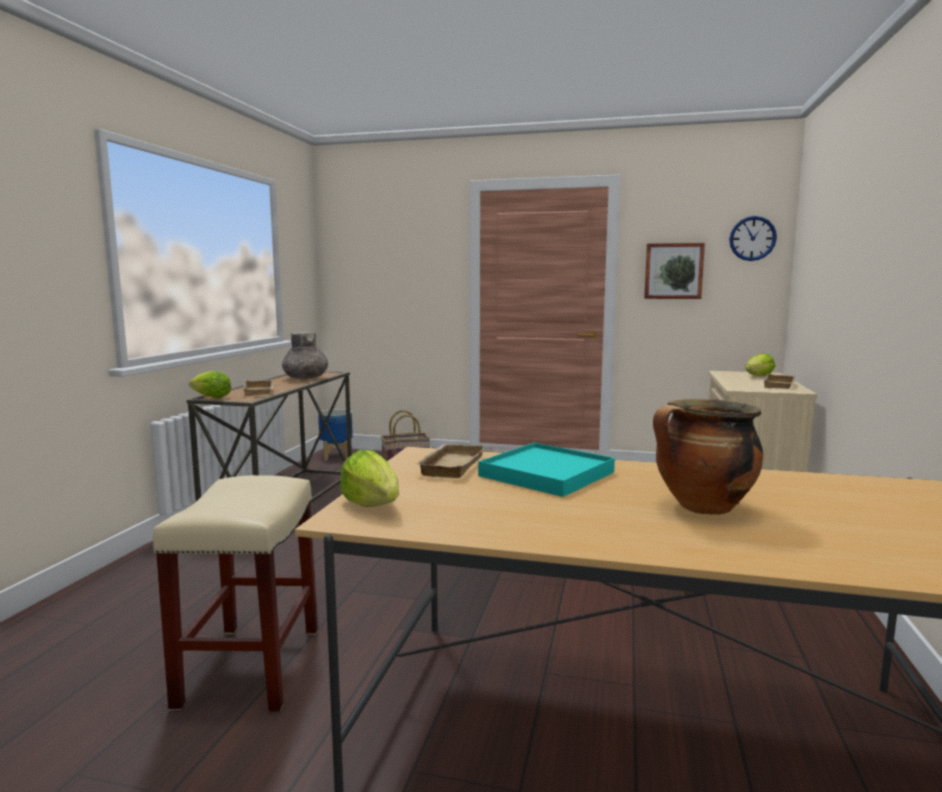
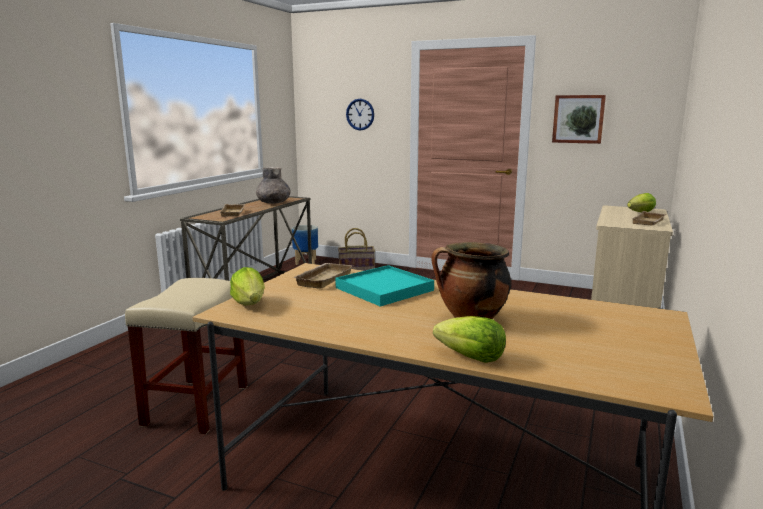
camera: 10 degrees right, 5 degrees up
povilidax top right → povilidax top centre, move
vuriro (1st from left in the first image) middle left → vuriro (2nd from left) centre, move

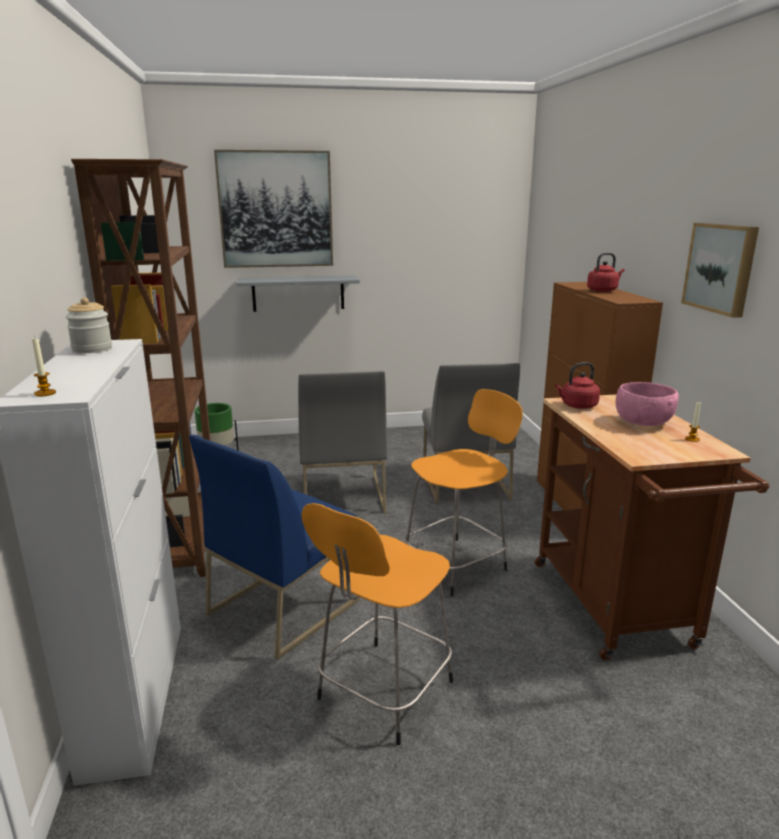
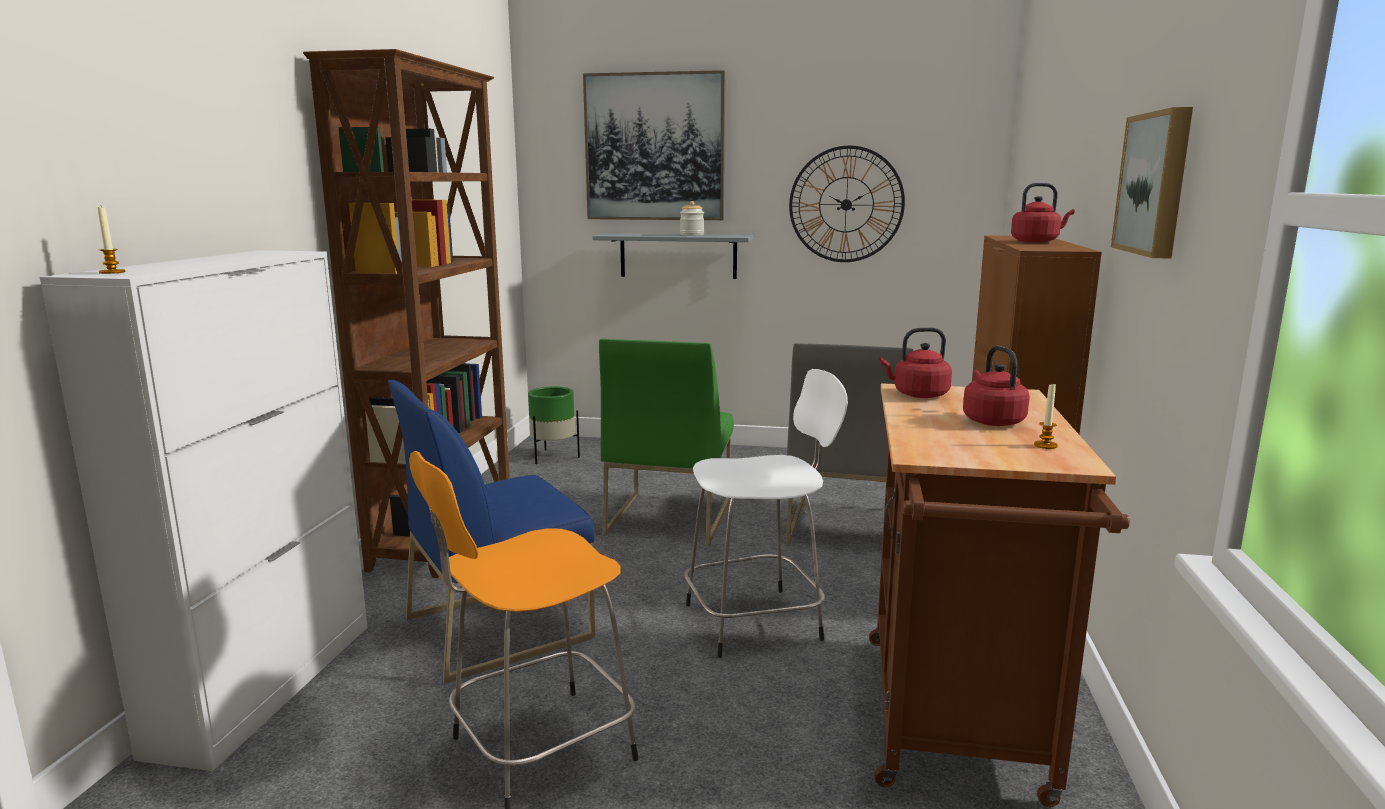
camera: 20 degrees right, 5 degrees down
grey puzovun (1st from left) centre → green puzovun centre
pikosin middle left → pikosin top centre, move
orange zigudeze (2nd from left) centre → white zigudeze centre
- → povilidax top centre
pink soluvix middle right → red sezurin (2nd from left) middle right

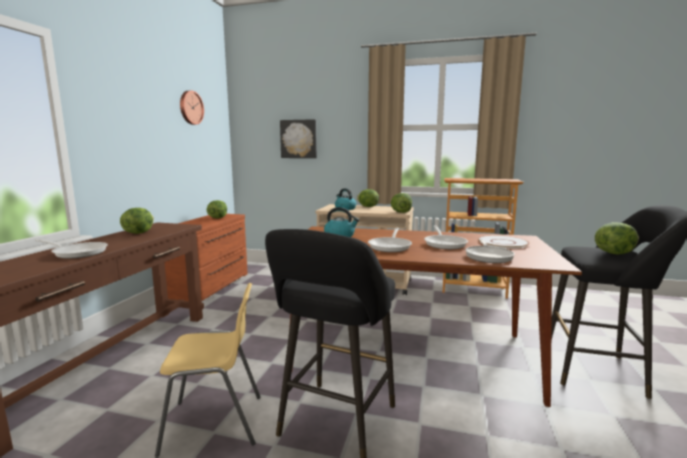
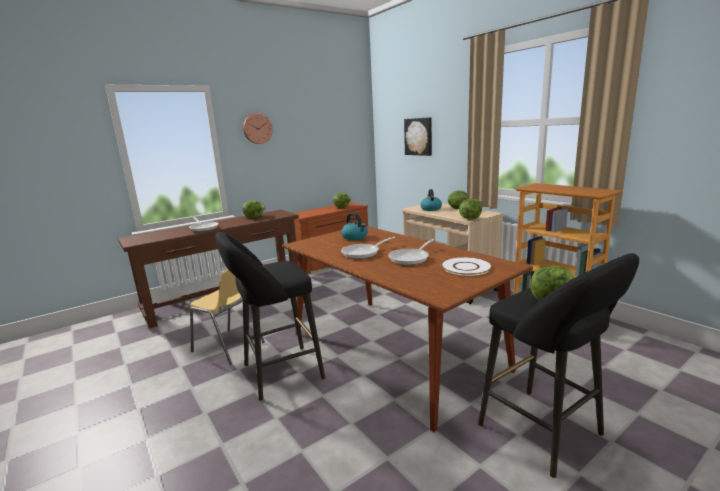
camera: 40 degrees right, 5 degrees up
povilidax top left → povilidax top centre, move
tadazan (4th from left) middle right → -

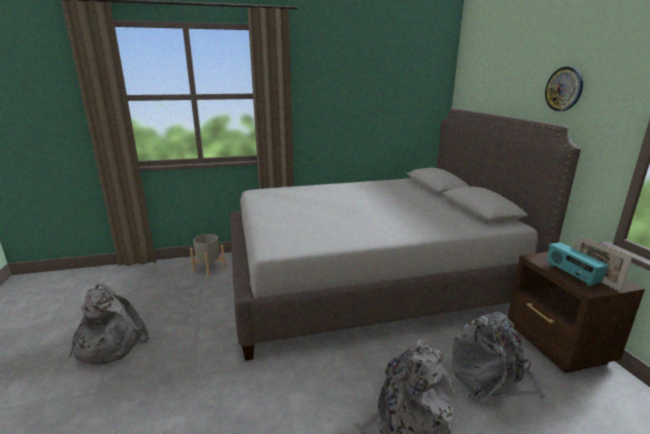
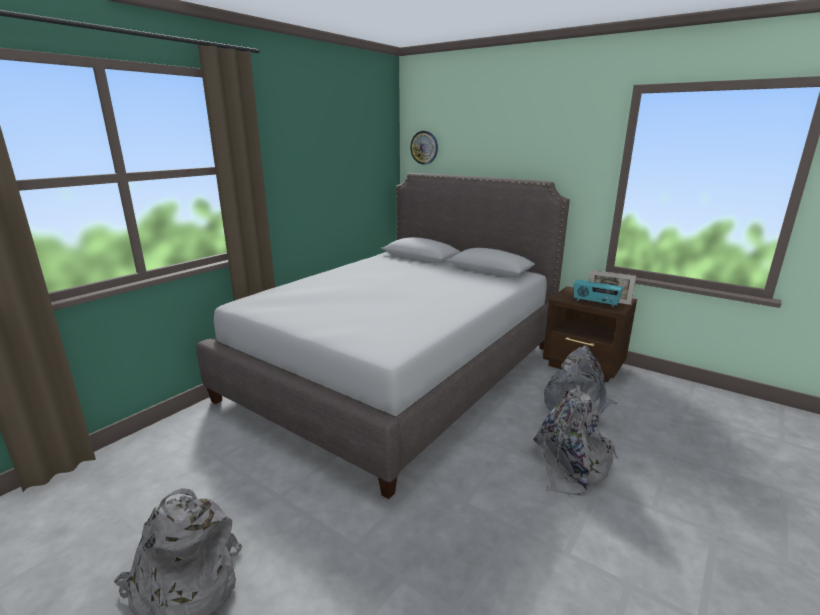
camera: 40 degrees left, 0 degrees up
povilidax top right → povilidax top centre, move
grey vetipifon middle left → -

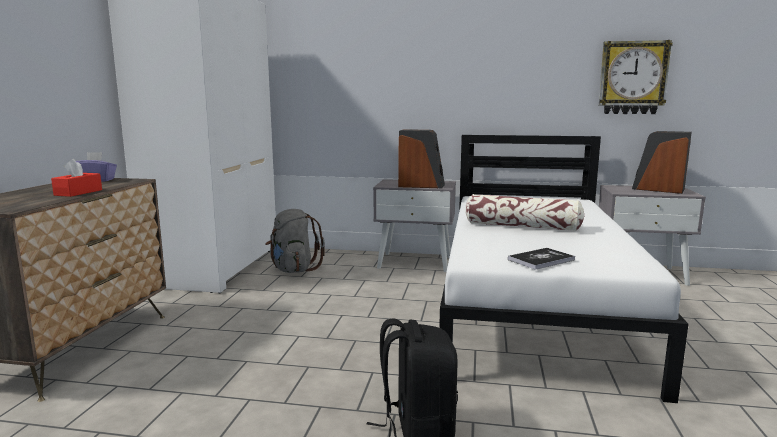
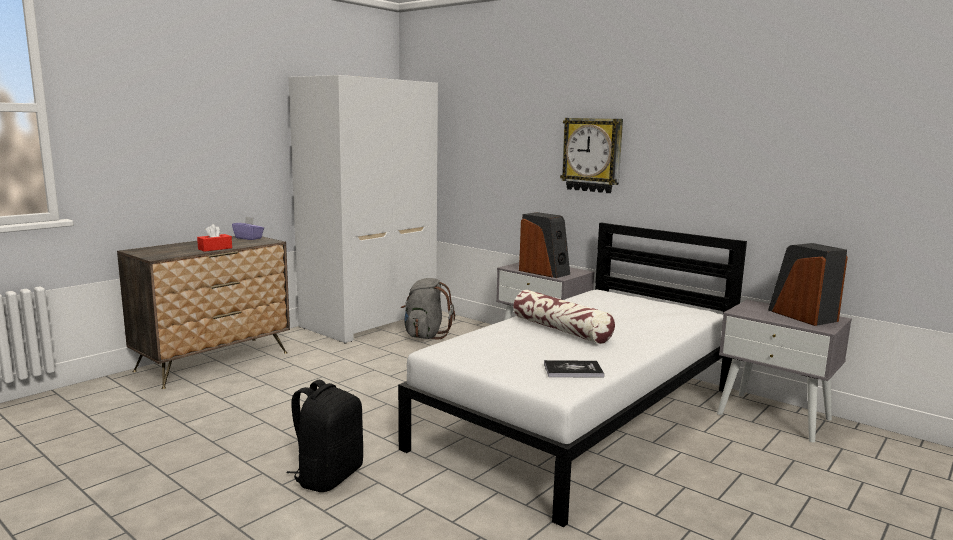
camera: 30 degrees right, 0 degrees up
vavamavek middle right → vavamavek bottom centre, move
povilidax top right → povilidax top centre, move

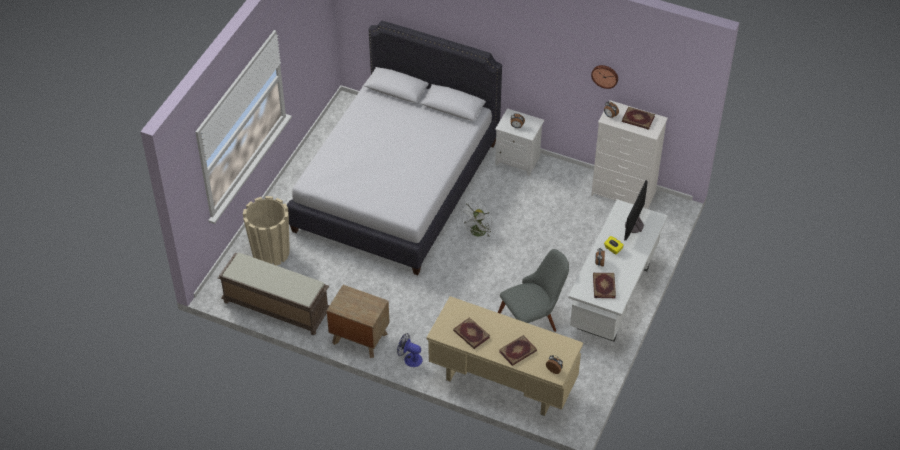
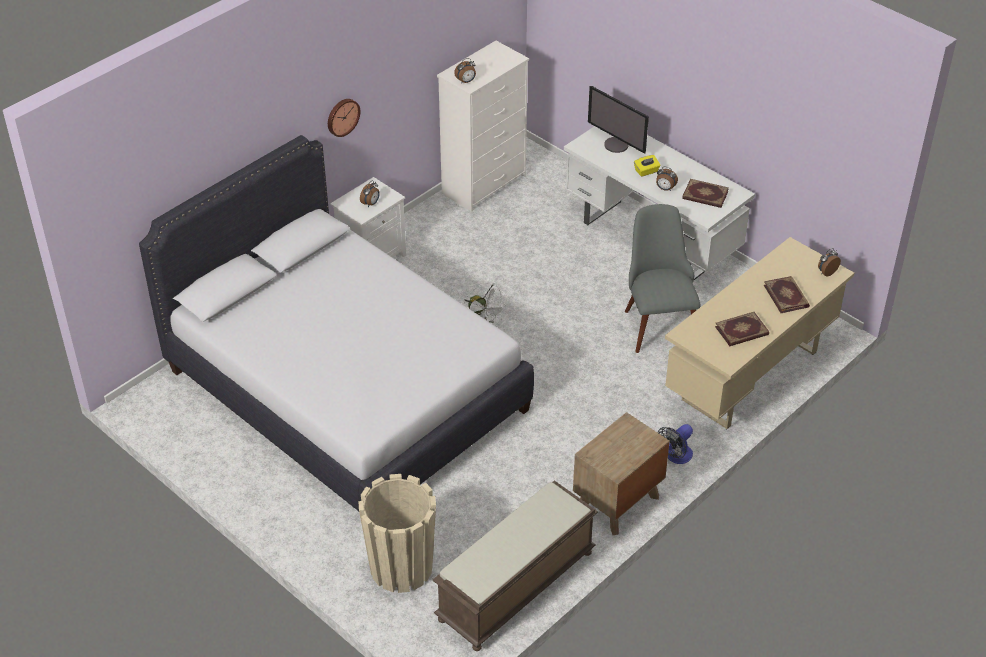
camera: 70 degrees left, 5 degrees down
povilidax top right → povilidax top centre, move
vavamavek (4th from left) top right → -

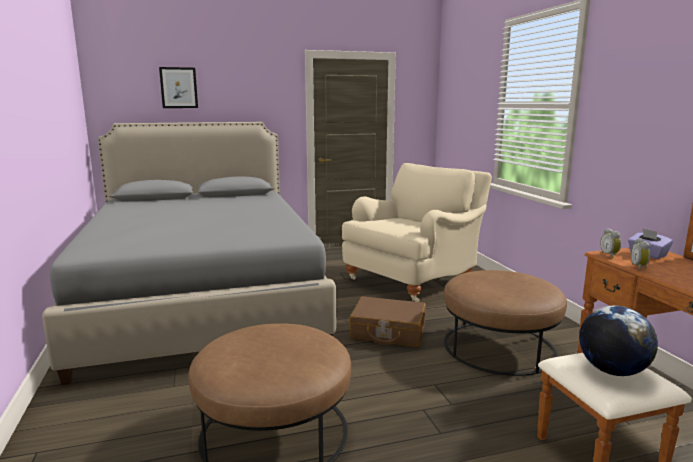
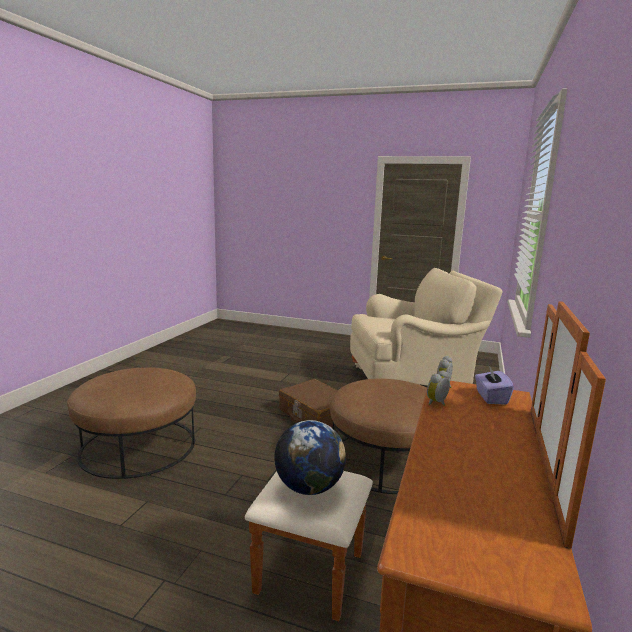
camera: 35 degrees right, 0 degrees up
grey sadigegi middle left → -
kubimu top left → -

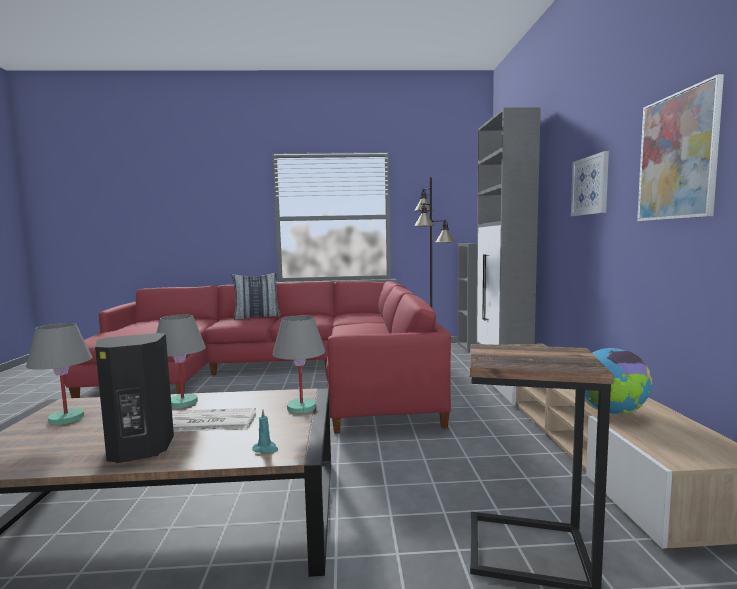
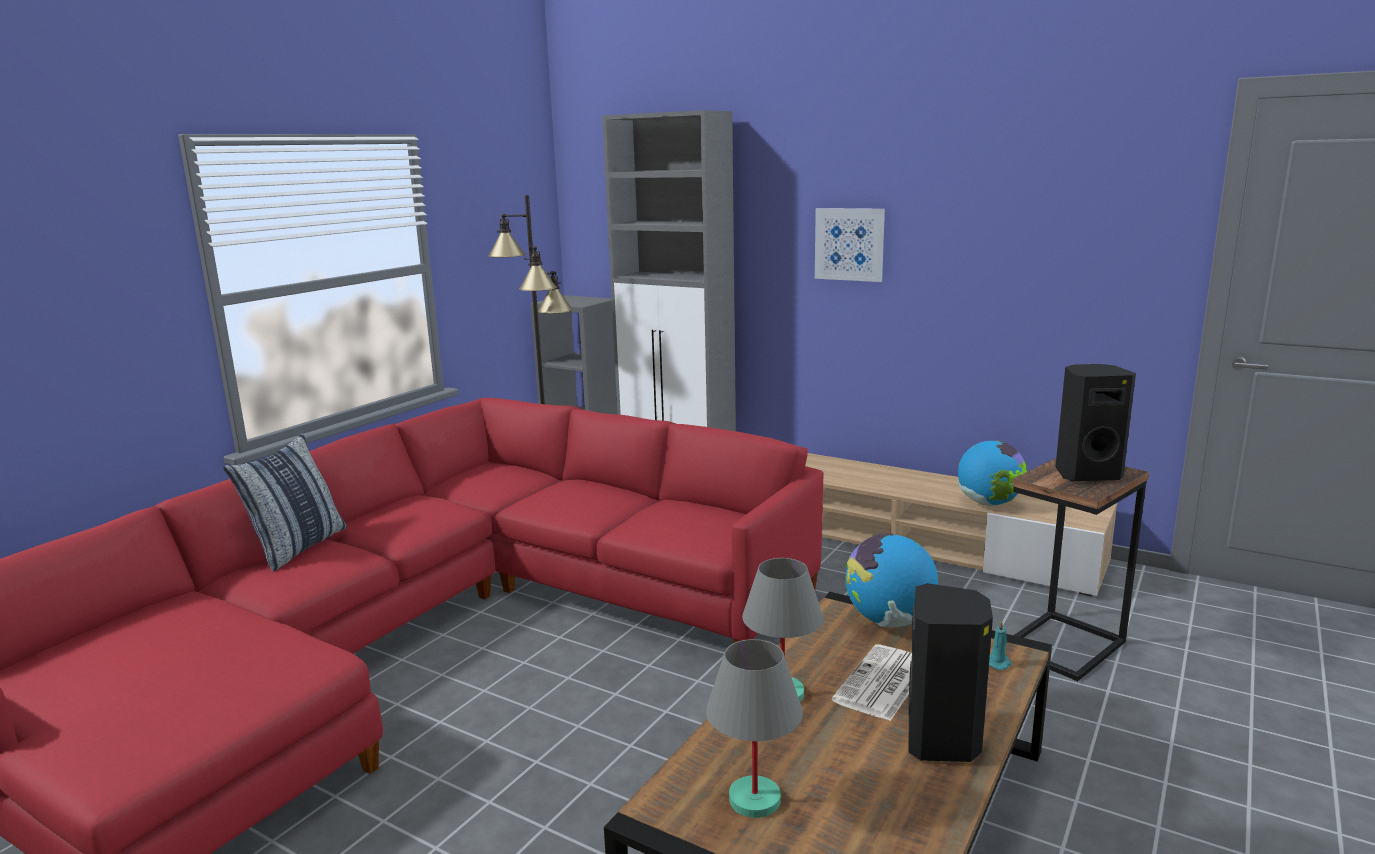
camera: 55 degrees left, 10 degrees up
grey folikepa (3rd from left) centre → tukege (1st from left) bottom centre
- → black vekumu (2nd from left) middle right
kubimu (2nd from left) top right → -

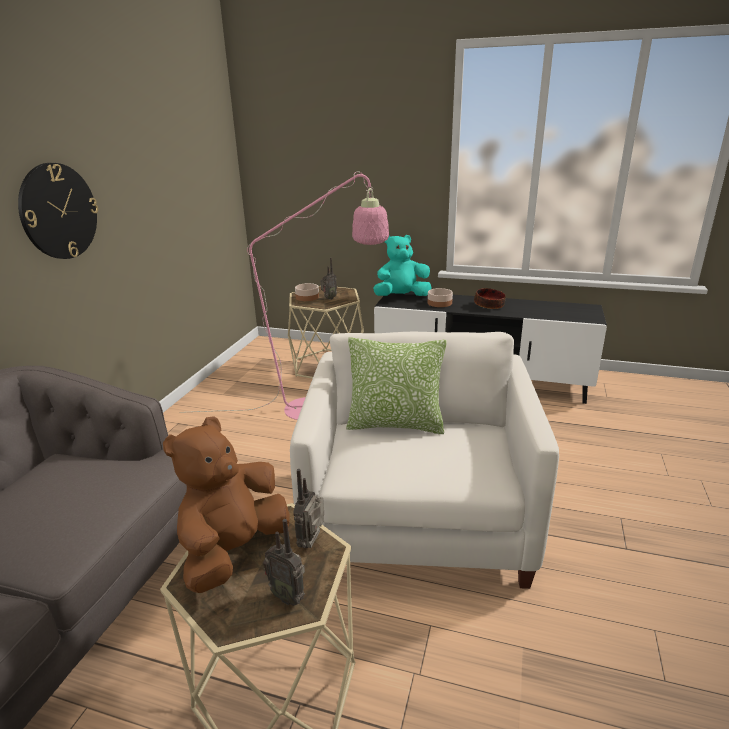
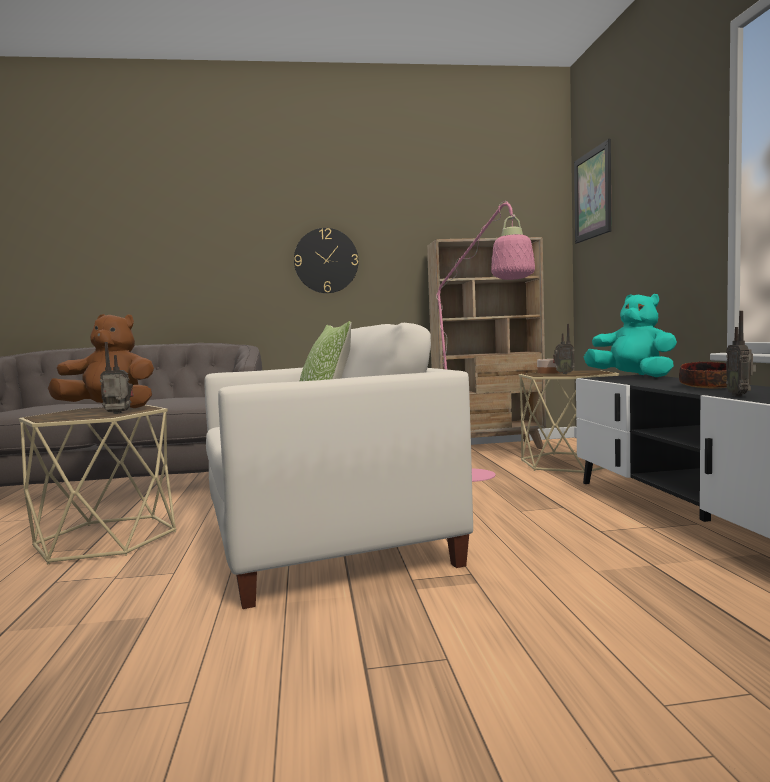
camera: 65 degrees right, 20 degrees down
- → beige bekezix centre
- → kubimu top right
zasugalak (1st from left in the first image) bottom centre → zasugalak (3rd from left) middle right, move
soluvix (2nd from left) centre → -

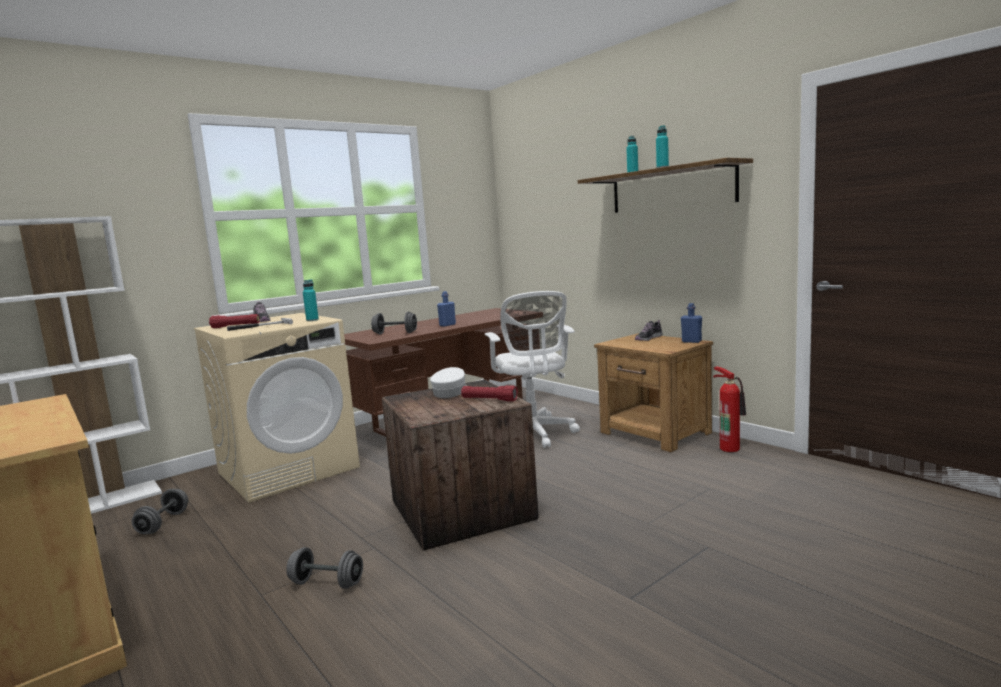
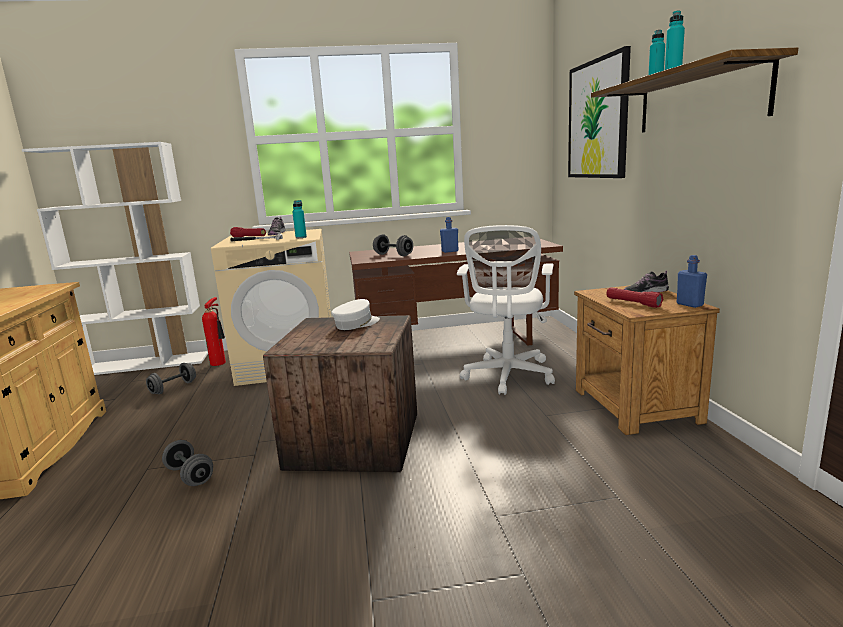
camera: 30 degrees right, 5 degrees up
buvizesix middle right → buvizesix middle left, move
- → kubimu top right
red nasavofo (2nd from left) centre → red nasavofo (2nd from left) middle right, move

